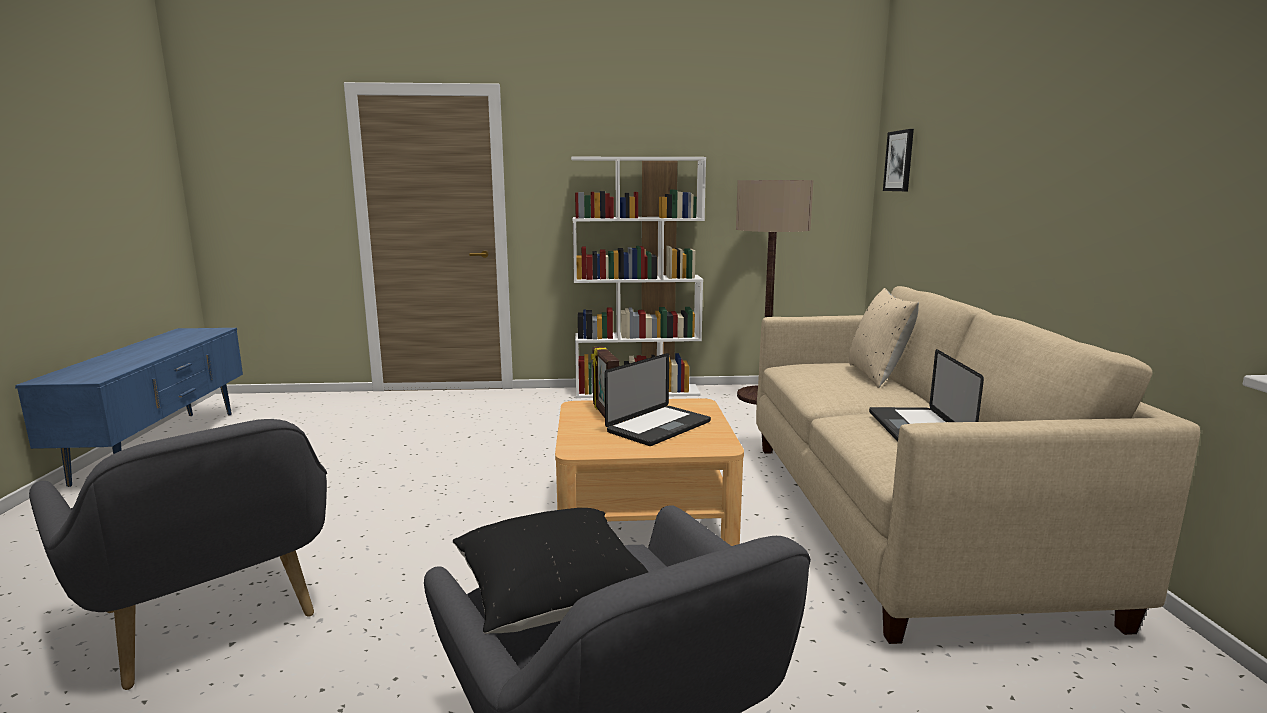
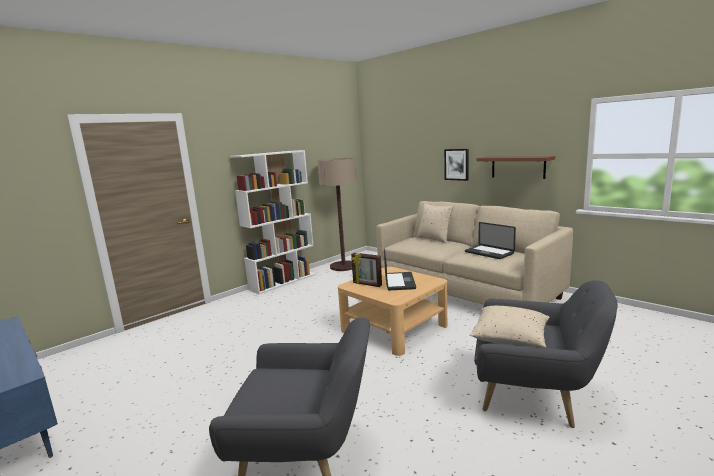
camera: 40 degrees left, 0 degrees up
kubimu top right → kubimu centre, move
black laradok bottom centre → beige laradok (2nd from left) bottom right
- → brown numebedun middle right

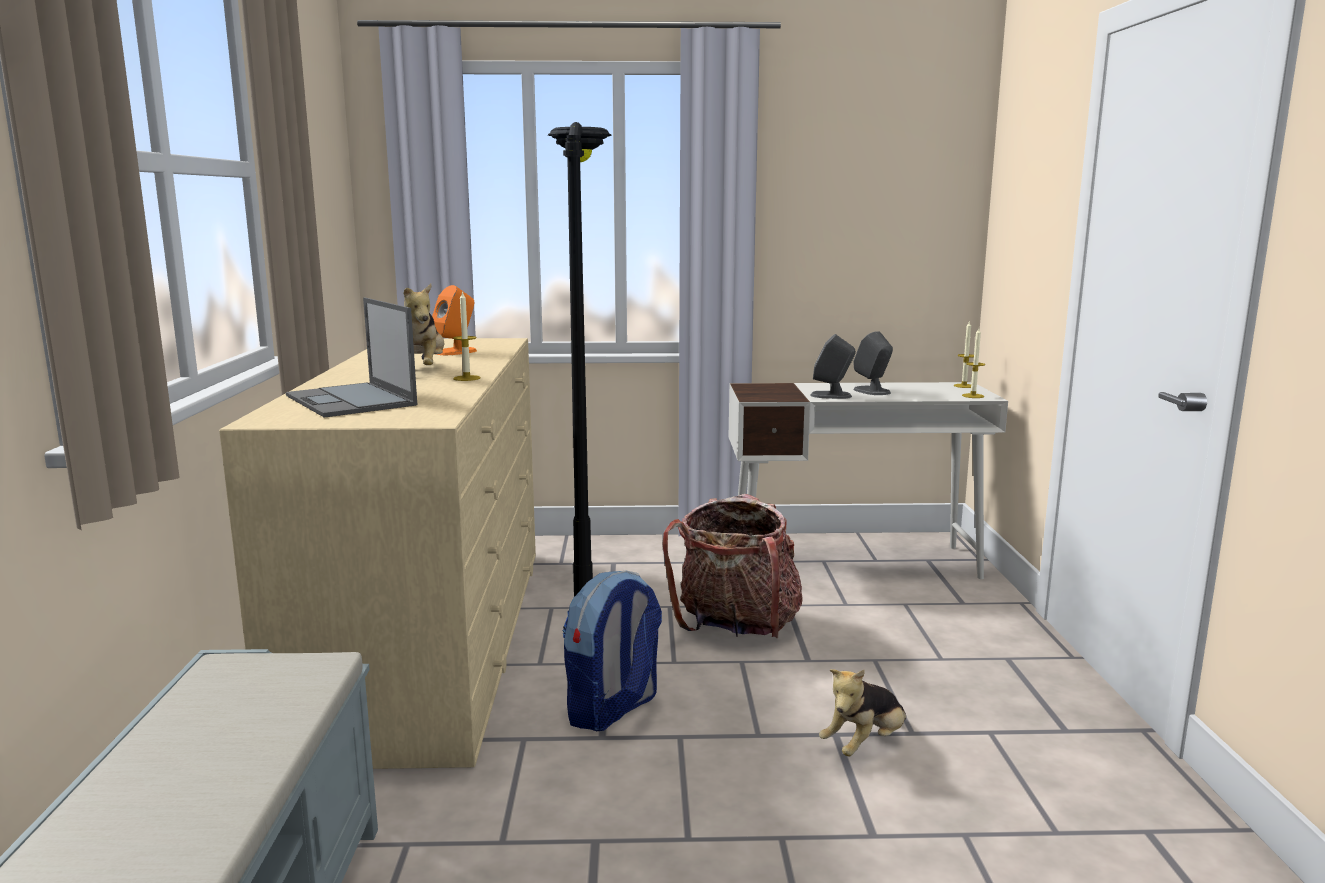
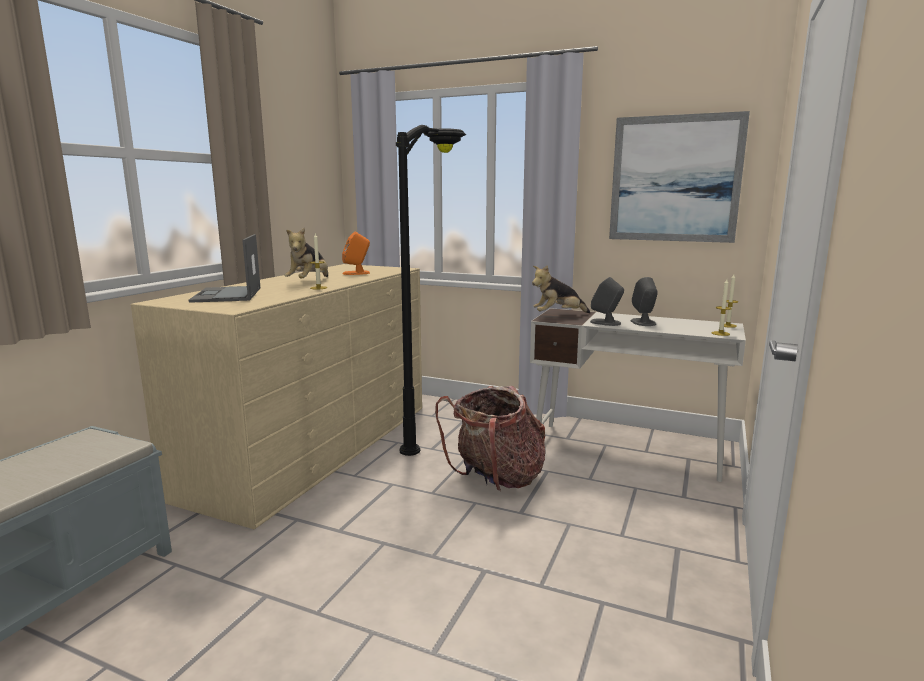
camera: 25 degrees right, 0 degrees up
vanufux (2nd from left) bottom centre → vanufux (2nd from left) centre, move
- → kubimu top right
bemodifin (1st from left) bottom centre → -

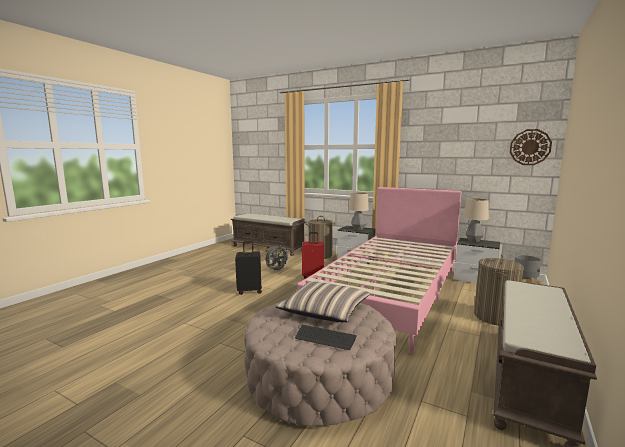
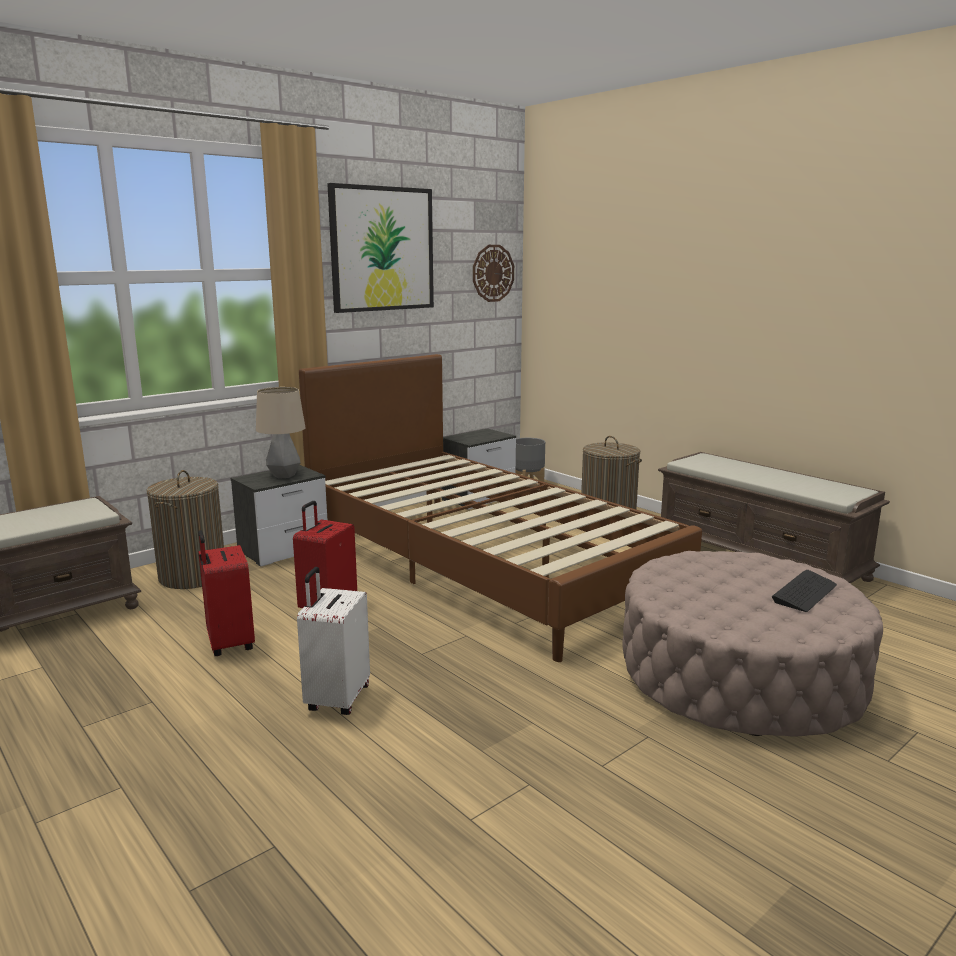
camera: 70 degrees left, 5 degrees up
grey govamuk centre → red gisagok (1st from left) middle left
black gisagok centre → white gisagok bottom centre
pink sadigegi centre → brown sadigegi centre
- → kubimu top centre
laradok bottom centre → -
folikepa (2nd from left) middle right → -

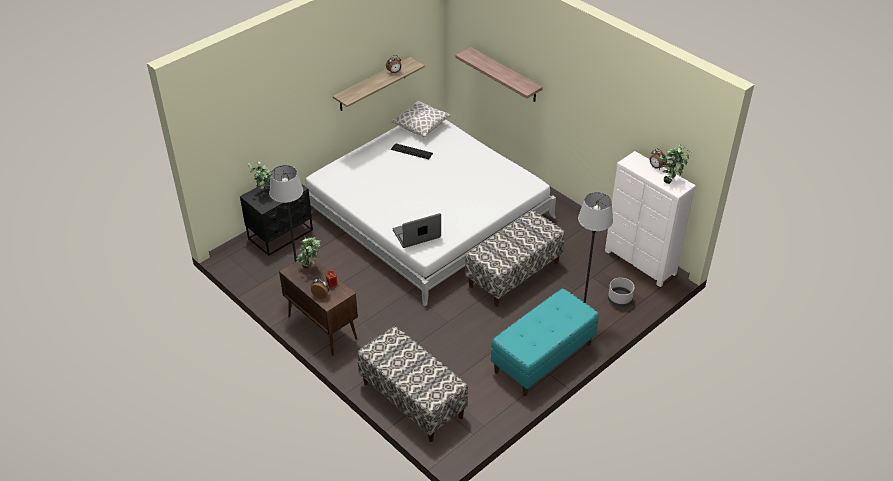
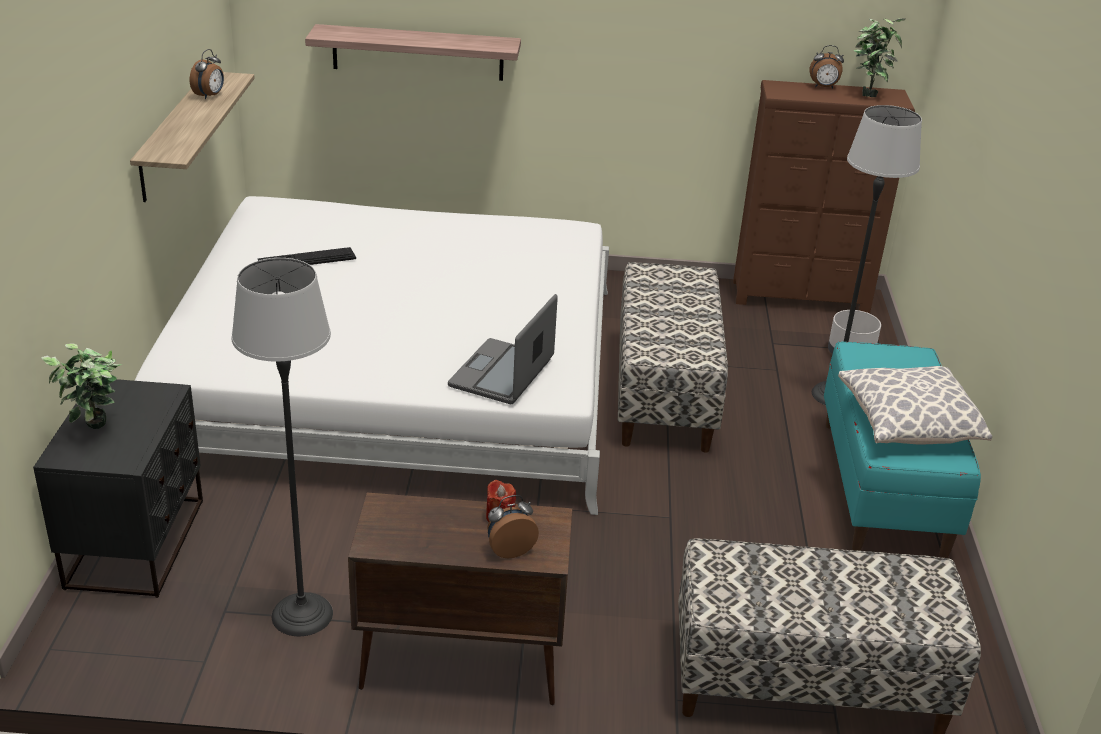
camera: 45 degrees left, 10 degrees down
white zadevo middle right → brown zadevo top right
laradok top centre → laradok middle right, move
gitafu (2nd from left) centre → -

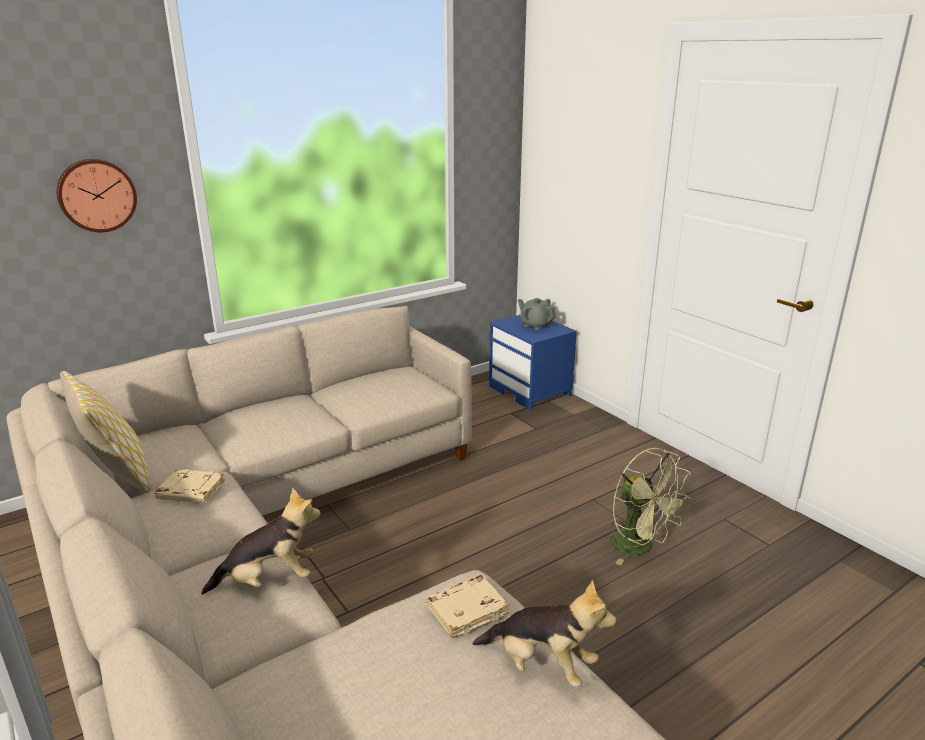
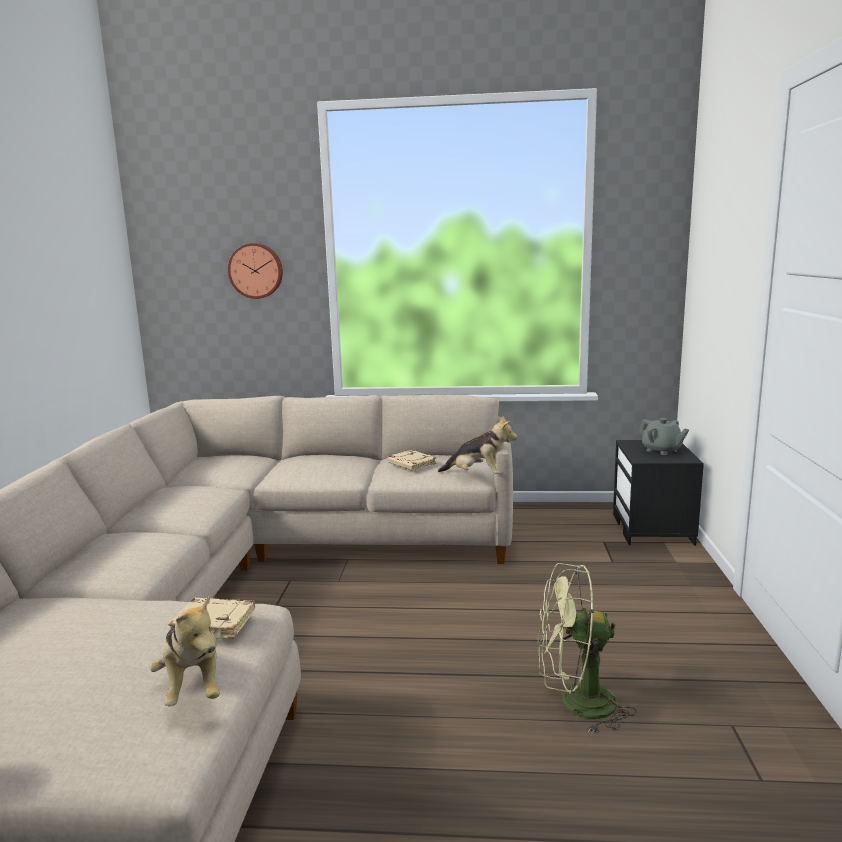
camera: 40 degrees right, 10 degrees down
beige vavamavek (1st from left in the first image) middle left → beige vavamavek (2nd from left) centre, move
vanufux (1st from left in the first image) bottom left → vanufux (2nd from left) centre, move
green govamuk bottom right, 90 degrees clockwise
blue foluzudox centre → black foluzudox middle right
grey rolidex centre → grey rolidex middle right, 150 degrees clockwise
laradok middle left → -

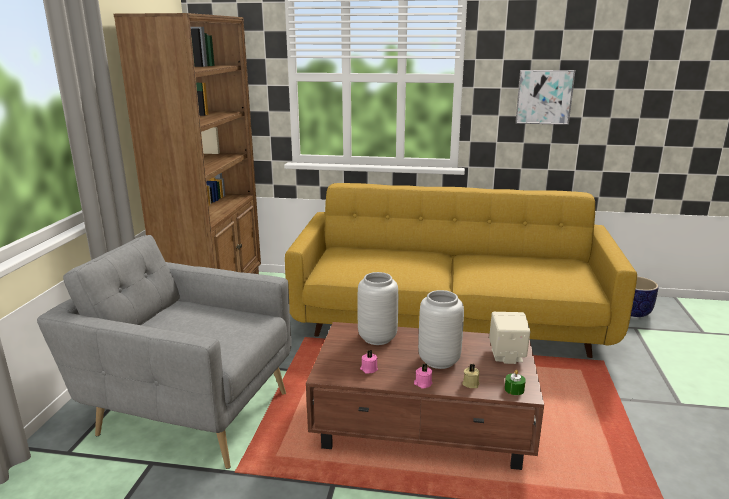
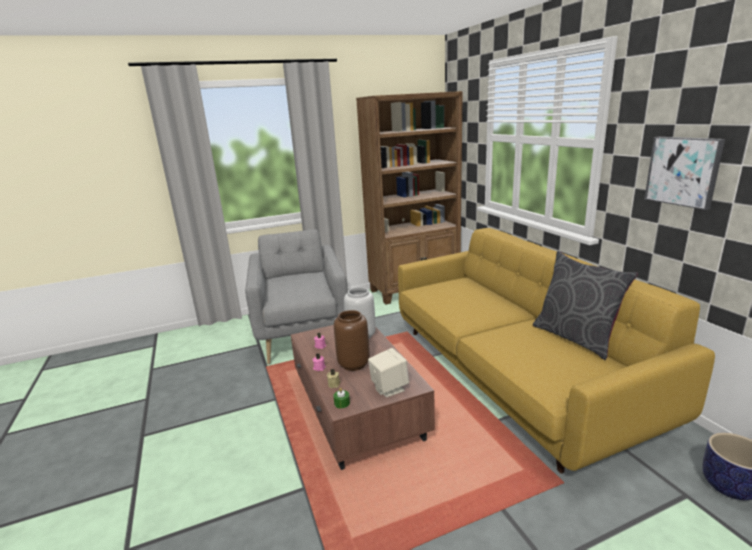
camera: 60 degrees right, 0 degrees up
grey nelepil (2nd from left) centre → brown nelepil centre
- → grey laradok middle right

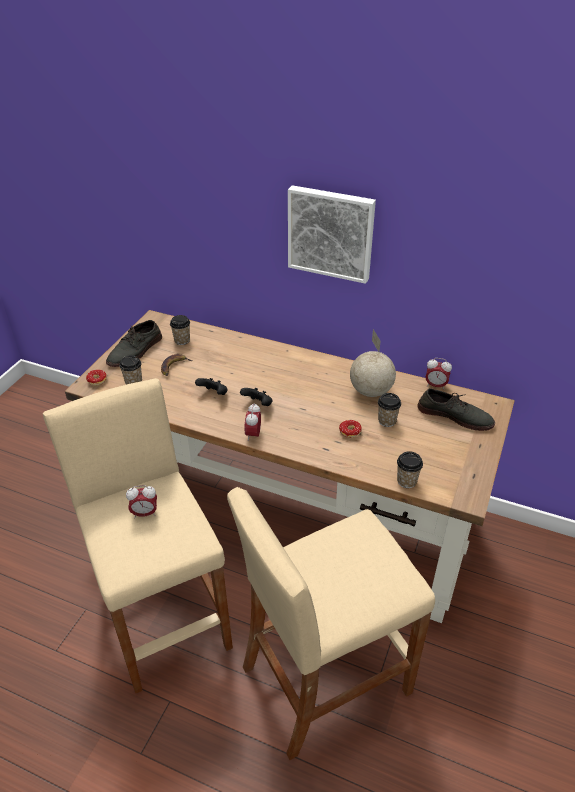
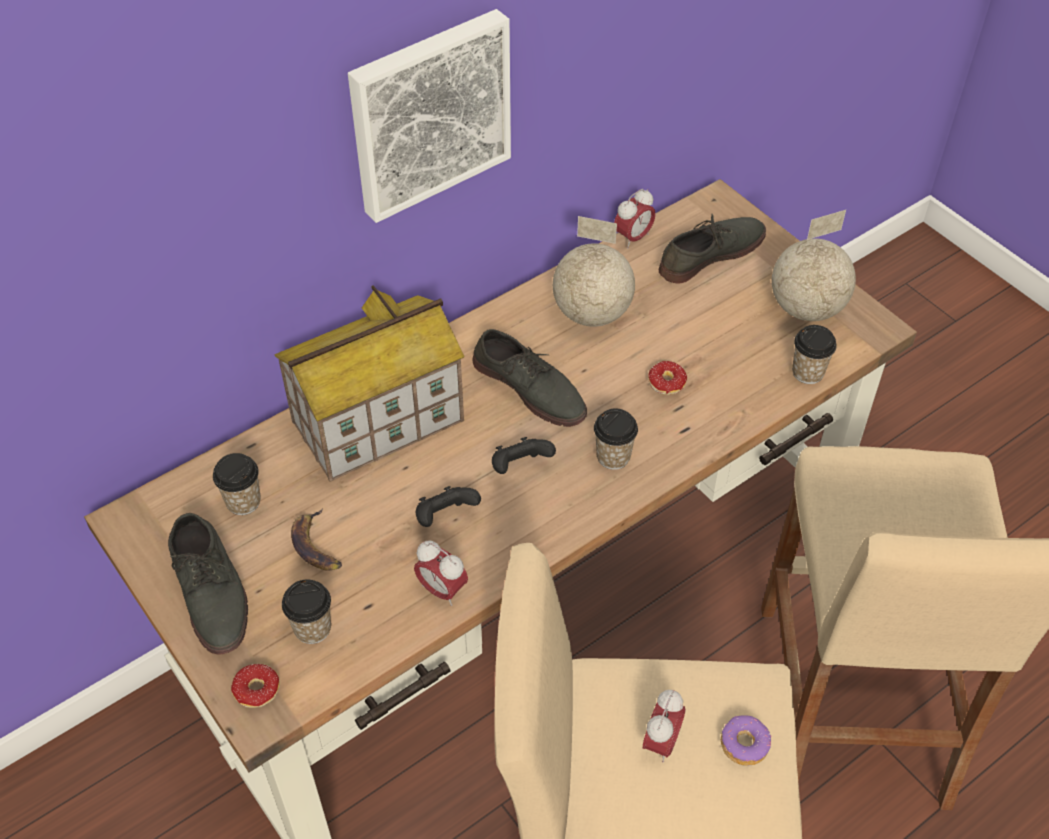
camera: 60 degrees left, 10 degrees up
- → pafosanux centre
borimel (2nd from left in the first image) centre → borimel (1st from left) bottom centre, move
- → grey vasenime (2nd from left) centre
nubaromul (3rd from left) middle right → nubaromul (3rd from left) centre, move
- → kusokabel (3rd from left) bottom right
- → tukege (2nd from left) top right

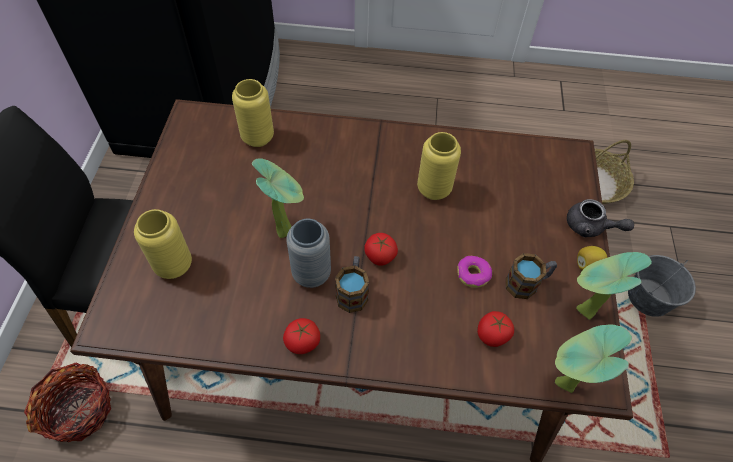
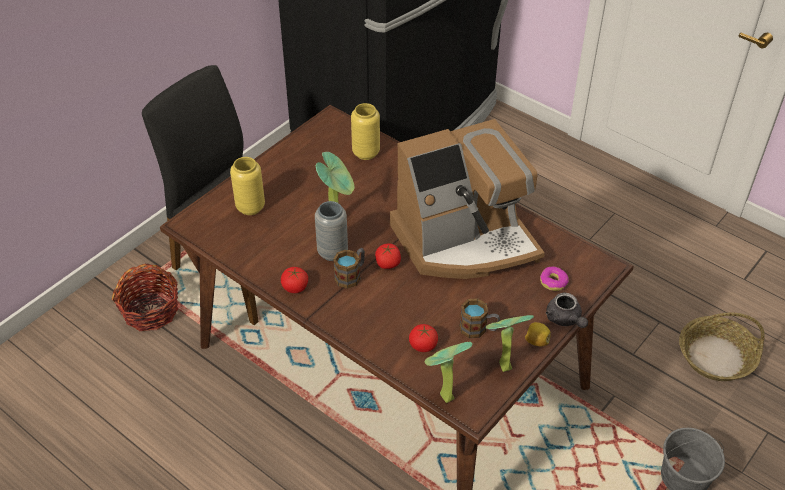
camera: 35 degrees right, 10 degrees down
yellow nelepil (3rd from left) centre → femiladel centre
kusokabel centre → kusokabel middle right, move

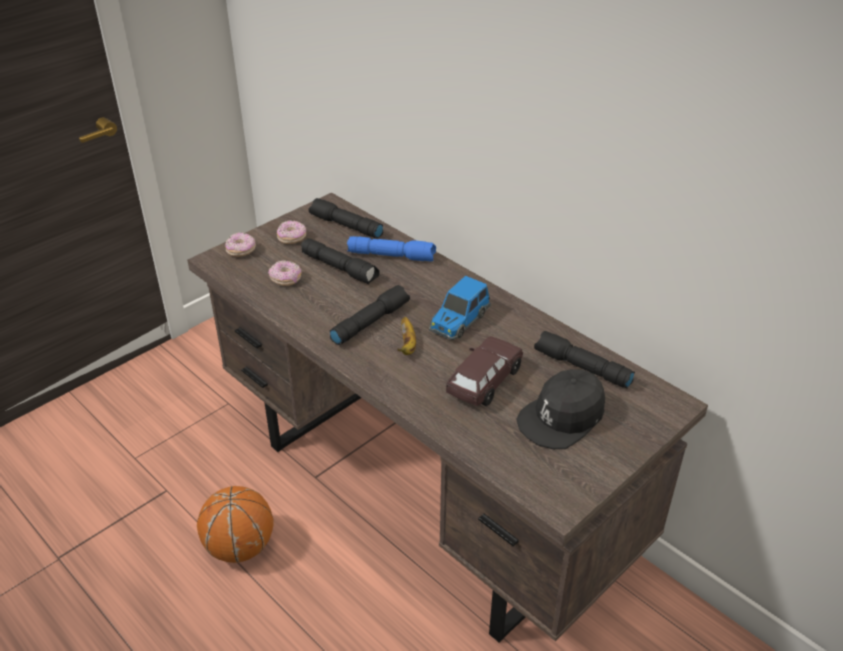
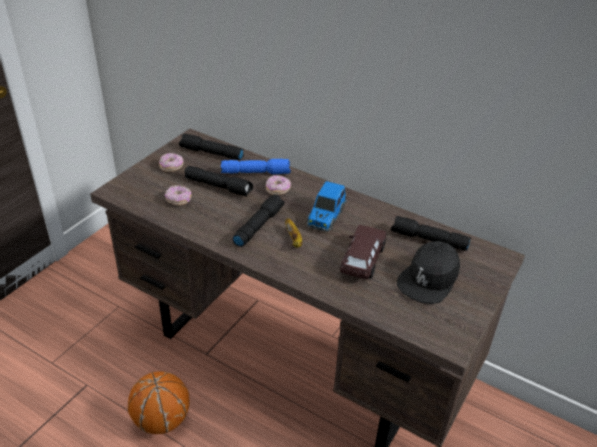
camera: 15 degrees left, 0 degrees up
kusokabel (1st from left in the first image) middle left → kusokabel (3rd from left) centre, move

